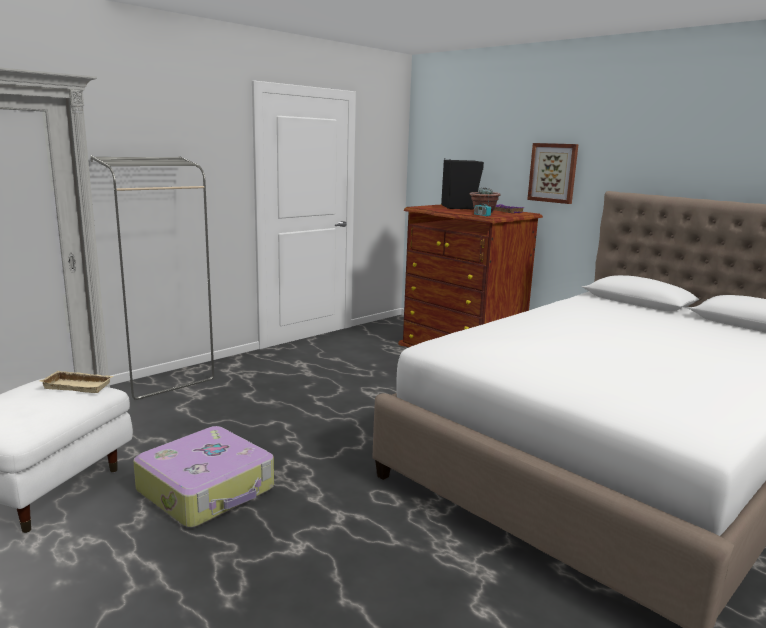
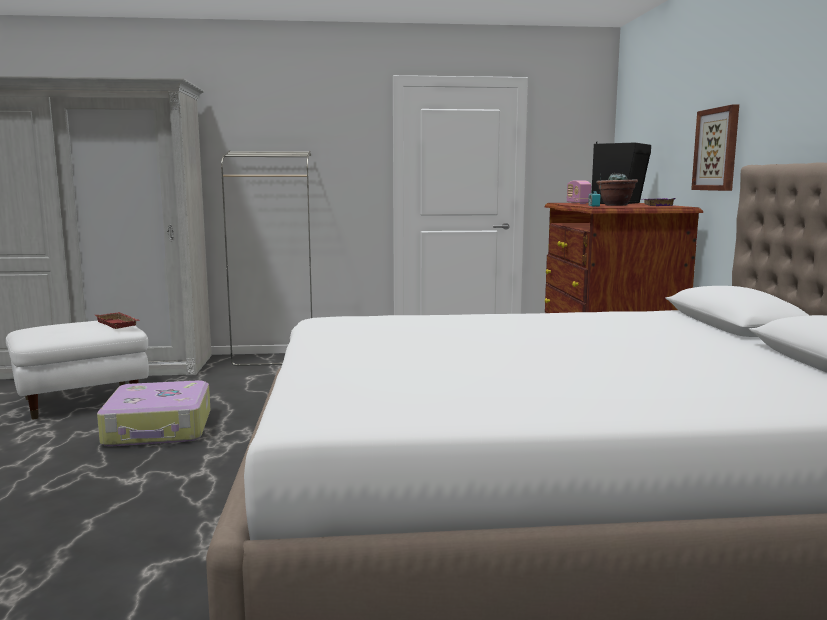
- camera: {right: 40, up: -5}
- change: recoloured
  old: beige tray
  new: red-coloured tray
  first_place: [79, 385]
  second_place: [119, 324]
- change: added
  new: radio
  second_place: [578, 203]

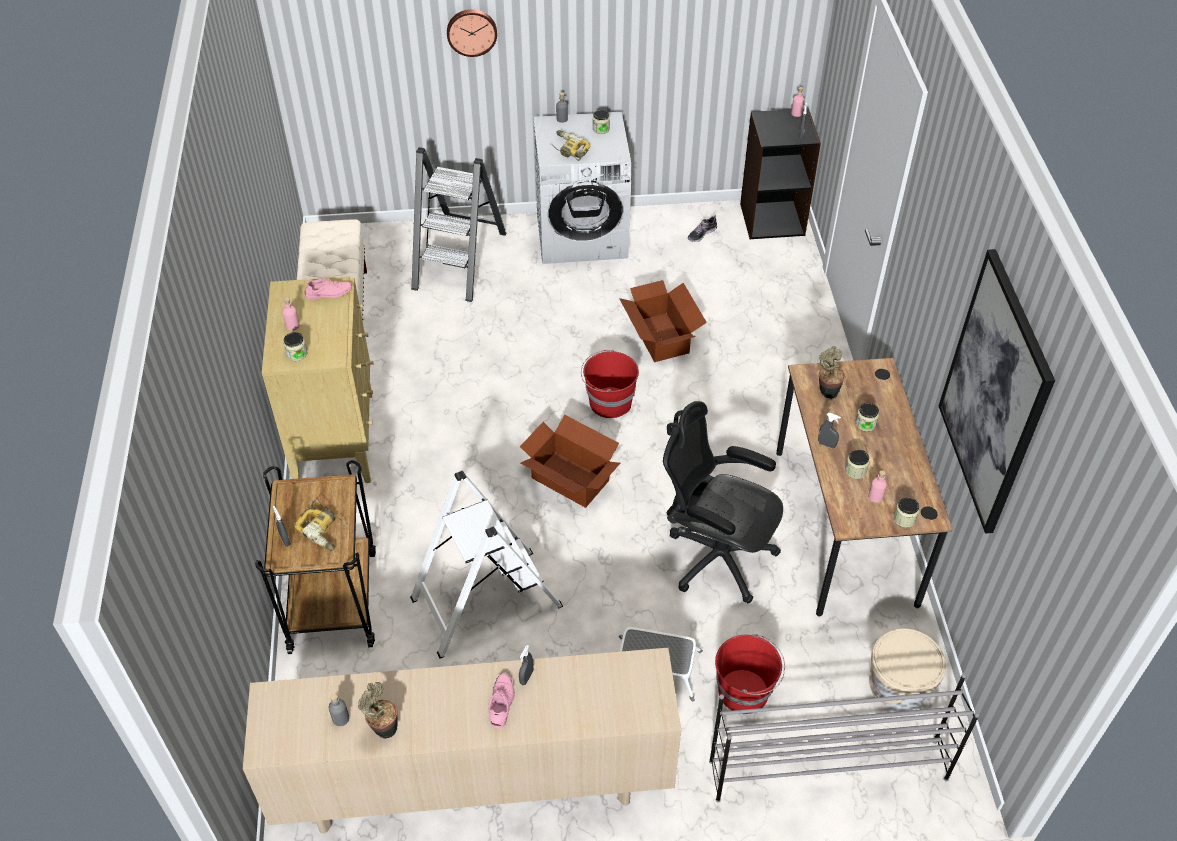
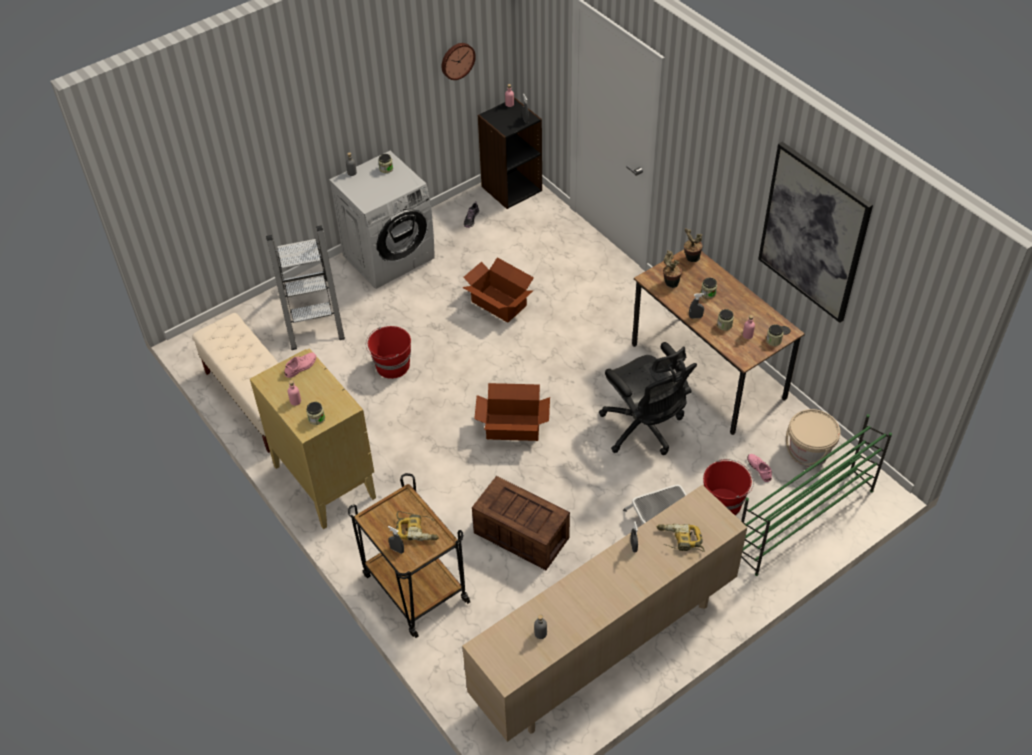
- camera: {right: -30, up: 0}
- change: moved
  old: red-coloured pail
  first_place: [609, 402]
  second_place: [392, 366]
- change: moved
  old: wall clock
  first_place: [471, 31]
  second_place: [457, 60]
- change: replaced
  old: whitish step ladder
  new: crate
  first_place: [484, 602]
  second_place: [520, 534]
- change: turned
  old: office chair
  first_place: [715, 555]
  second_place: [643, 429]
  degrees: -120
- change: moved
  old: power drill
  first_place: [568, 149]
  second_place: [679, 540]
- change: moved
  old: potted plant
  first_place: [383, 728]
  second_place: [690, 258]
- change: recoloured
  old: grey shoe stand
  new: greenish shoe stand
  first_place: [826, 769]
  second_place: [804, 522]
- change: moved
  old: pinkish item of footwear
  first_place: [501, 702]
  second_place: [759, 469]

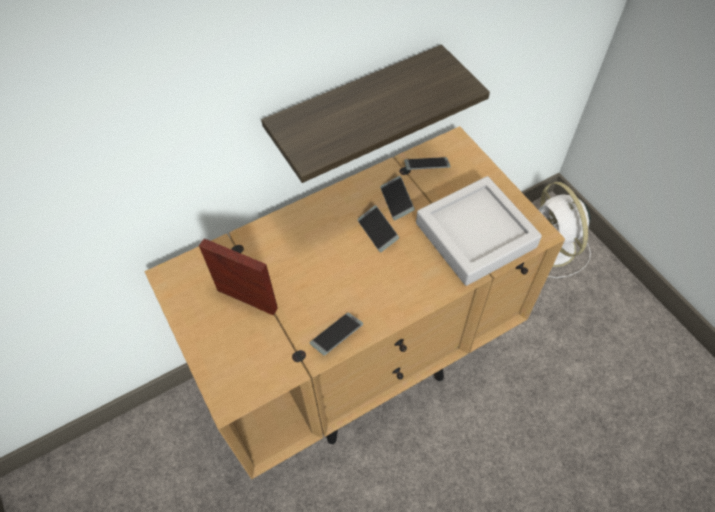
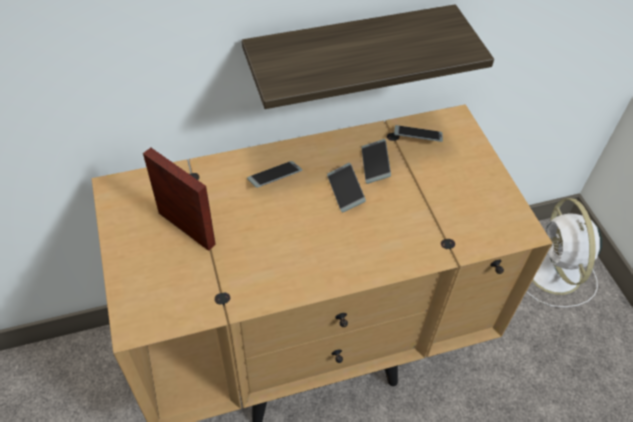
- camera: {right: 10, up: -5}
- change: moved
  old: phone
  first_place: [336, 336]
  second_place: [274, 178]
- change: removed
  old: grey tray
  first_place: [475, 235]

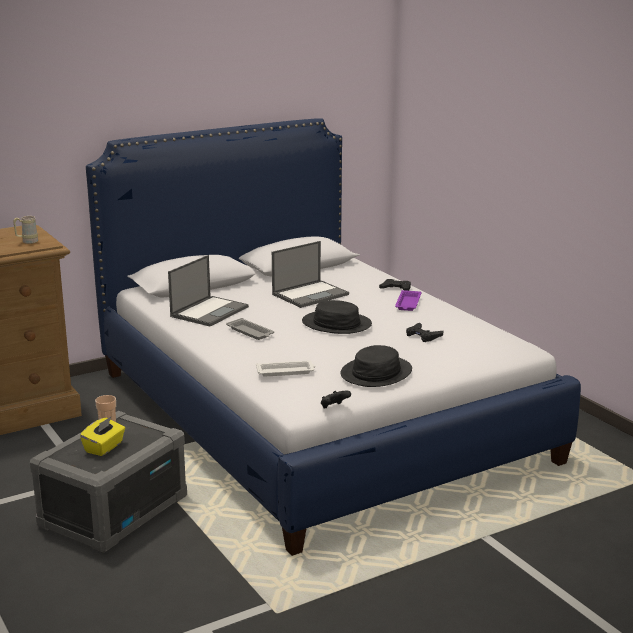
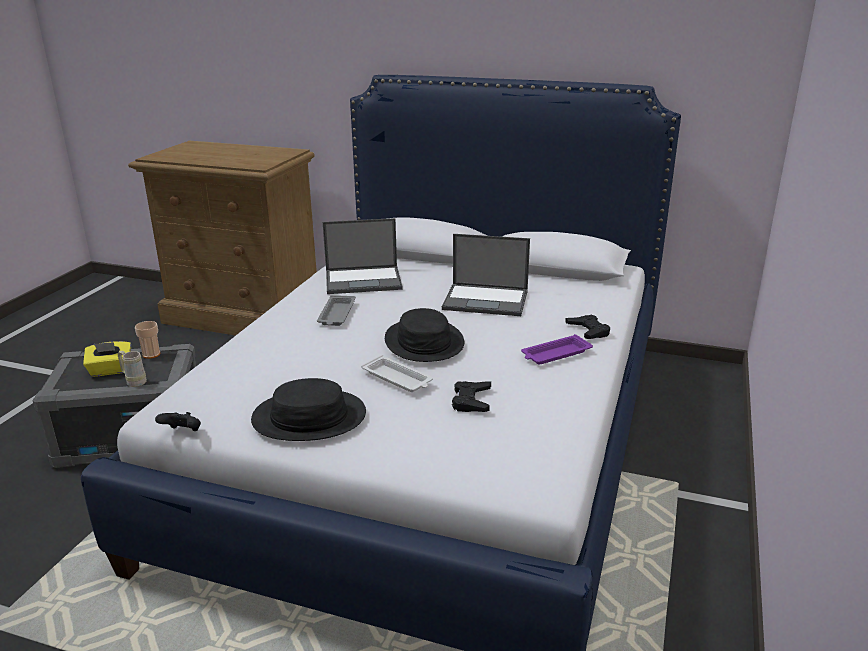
- camera: {right: 50, up: 5}
- change: moved
  old: beige tea mug
  first_place: [27, 242]
  second_place: [134, 381]
- change: moved
  old: whitish tray
  first_place: [286, 371]
  second_place: [398, 379]

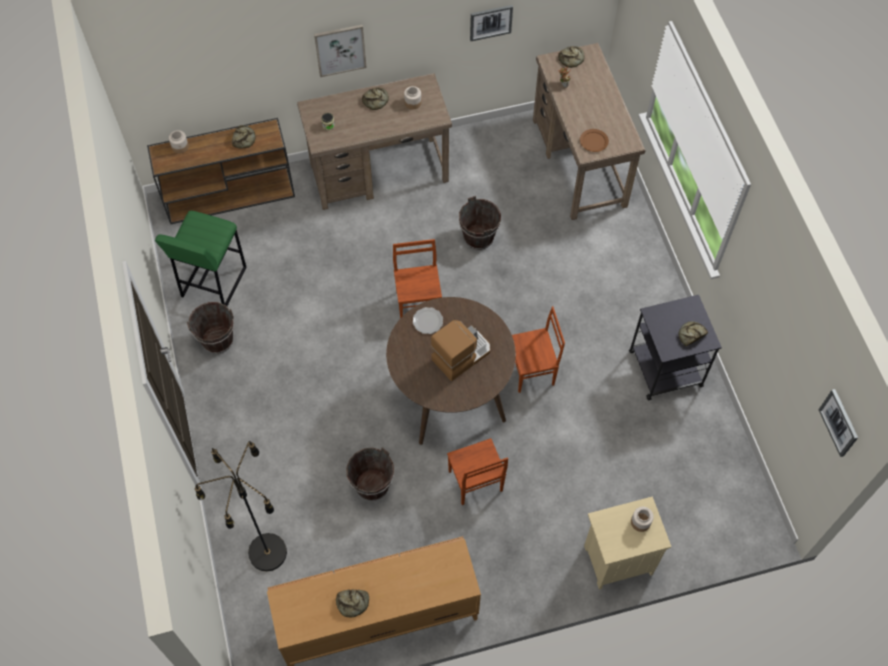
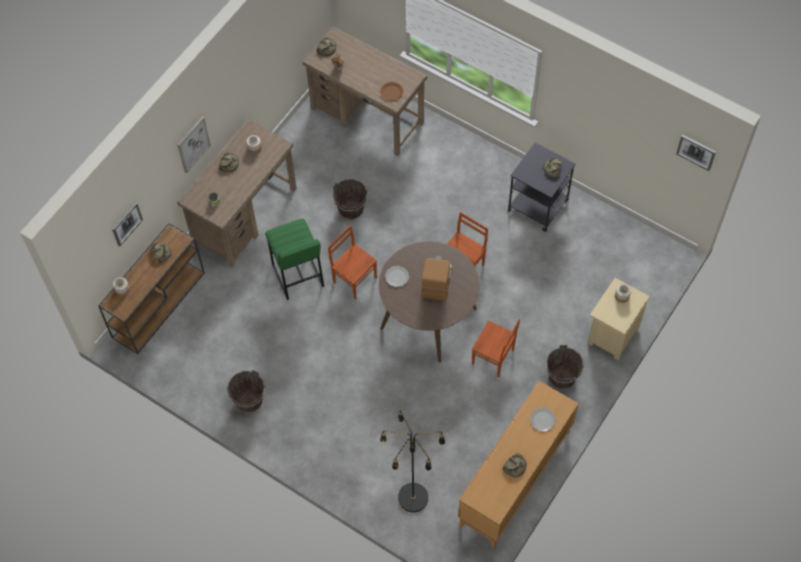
- camera: {right: -40, up: 0}
- change: moved
  old: wall picture
  first_place: [490, 22]
  second_place: [126, 223]
- change: moved
  old: greenish sitting stool
  first_place: [213, 283]
  second_place: [298, 276]
- change: added
  new: flat dish
  second_place: [542, 419]
- change: moved
  old: brown pail
  first_place: [372, 485]
  second_place: [562, 377]

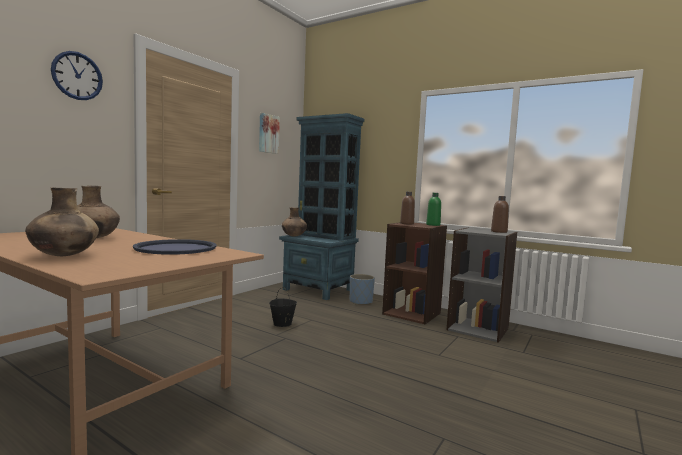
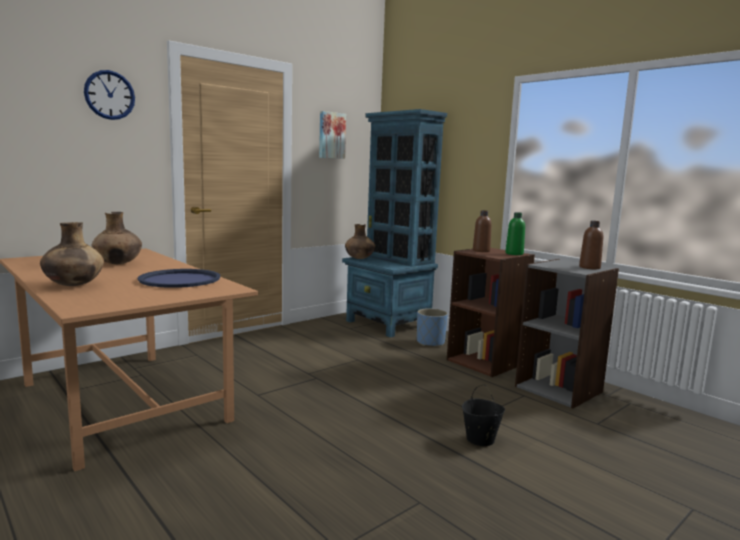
- camera: {right: 15, up: 5}
- change: moved
  old: black pail
  first_place: [282, 324]
  second_place: [480, 439]

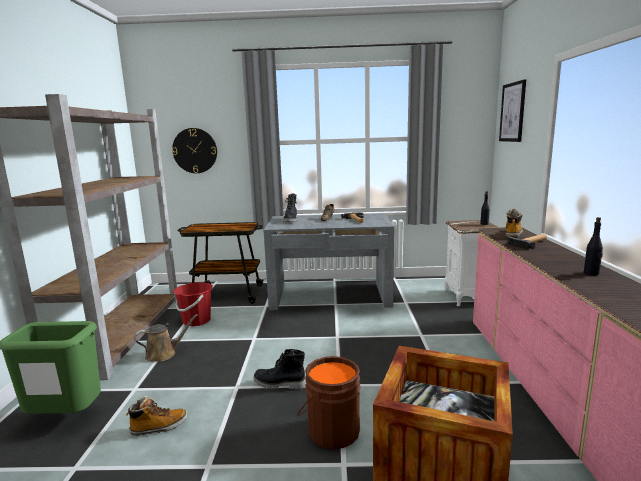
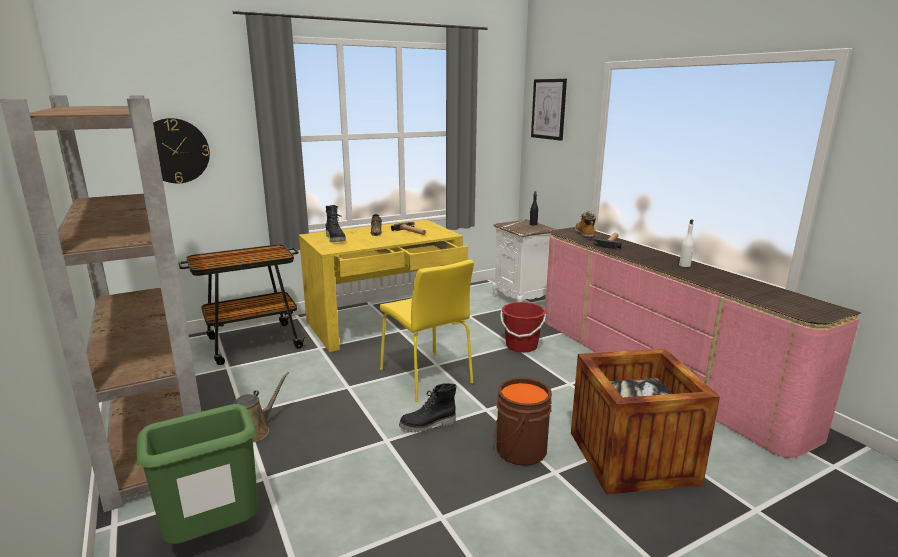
- camera: {right: -30, up: 5}
- change: recoloured
  old: grey desk
  new: yellow-coloured desk
  first_place: [331, 298]
  second_place: [388, 325]
- change: added
  new: yellow-coloured plain chair
  second_place: [428, 377]
- change: moved
  old: red-coloured pail
  first_place: [196, 321]
  second_place: [521, 346]
- change: recoloured
  old: black bottle
  new: whitish bottle
  first_place: [591, 273]
  second_place: [685, 265]
- change: removed
  old: tall boot
  first_place: [159, 427]

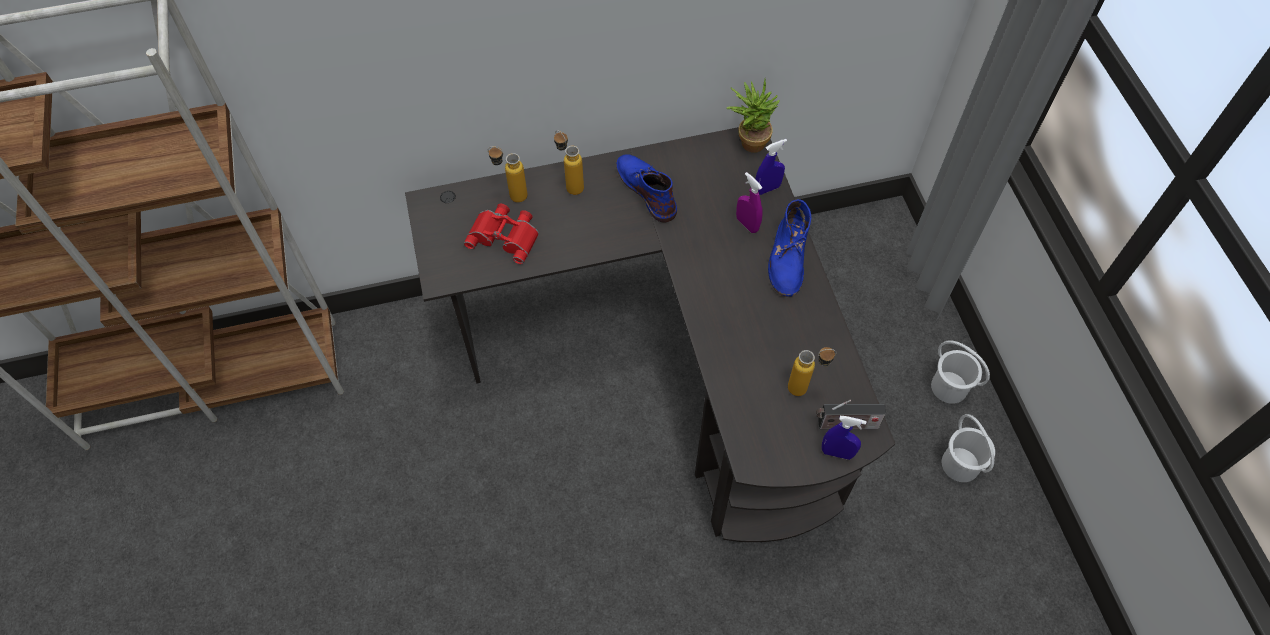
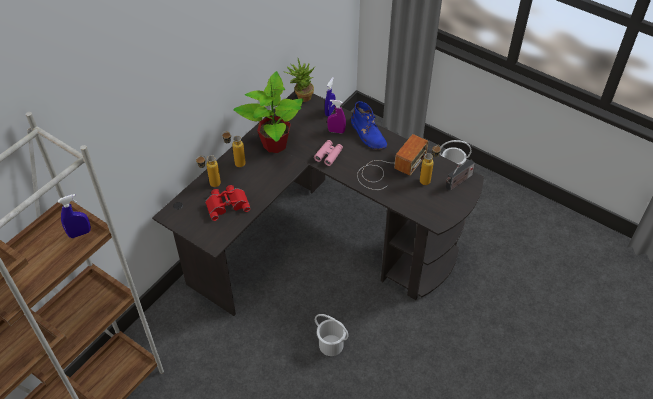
- camera: {right: -40, up: -10}
- change: moved
  old: bluish sprayer
  first_place: [837, 453]
  second_place: [80, 233]
- change: replaced
  old: bluish tall boot
  new: potted plant
  first_place: [646, 189]
  second_place: [275, 144]
- change: added
  new: pinkish field glasses
  second_place: [328, 155]
- change: moved
  old: whitish pail
  first_place: [961, 464]
  second_place: [331, 344]
- change: added
  new: radio
  second_place: [389, 168]

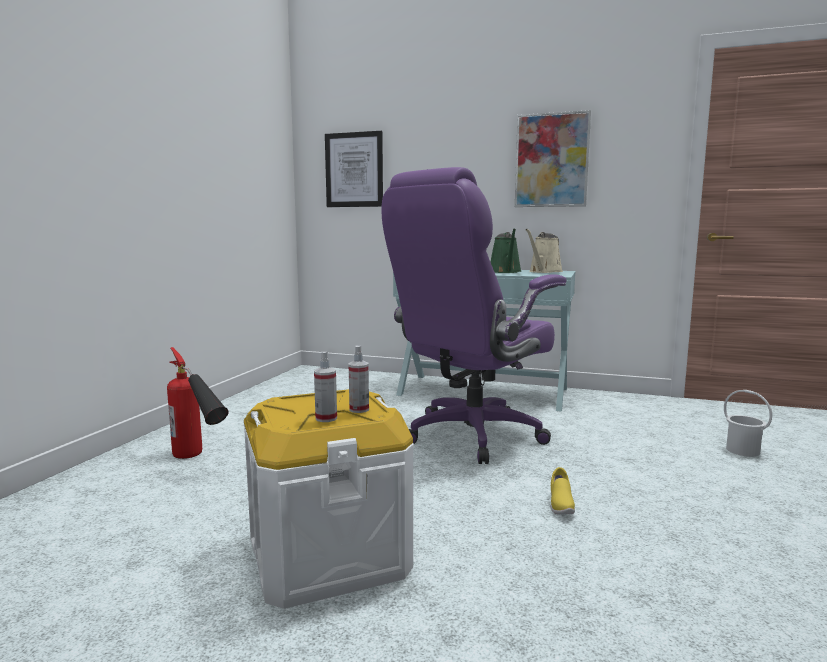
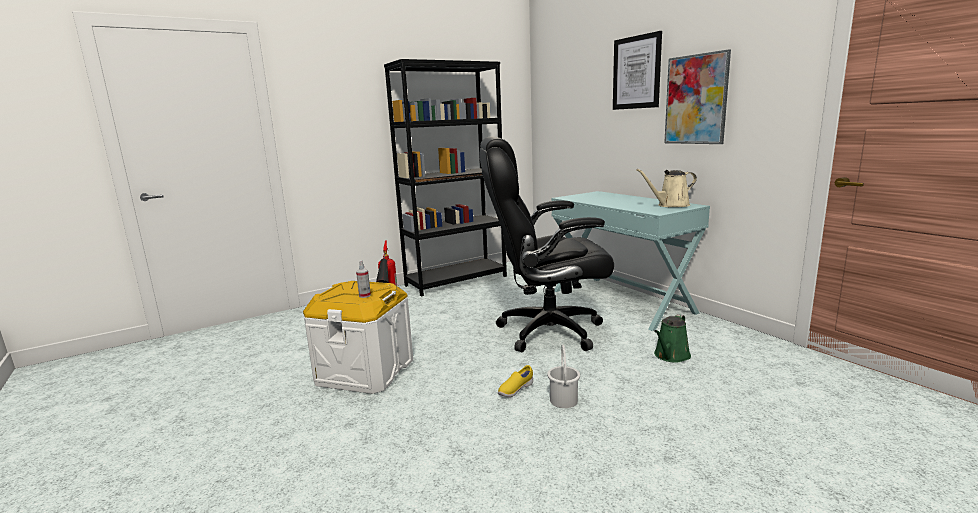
- camera: {right: 40, up: 5}
- change: added
  new: black shelving unit
  second_place: [456, 281]
- change: recoloured
  old: purple office chair
  new: black office chair
  first_place: [471, 436]
  second_place: [547, 332]
- change: moved
  old: whitish pail
  first_place: [742, 450]
  second_place: [564, 400]
- change: moved
  old: wall picture
  first_place: [354, 170]
  second_place: [636, 72]
- change: moved
  old: greenish watering can
  first_place: [505, 272]
  second_place: [670, 356]
- change: removed
  old: sprayer
  first_place: [326, 418]

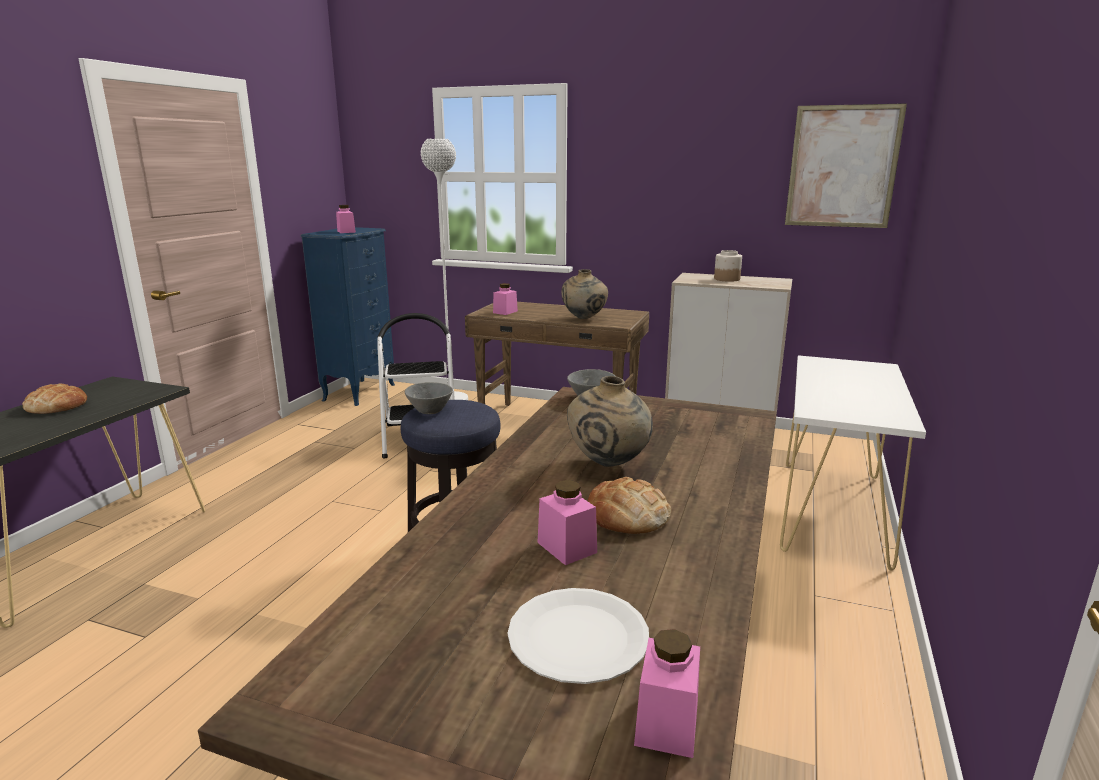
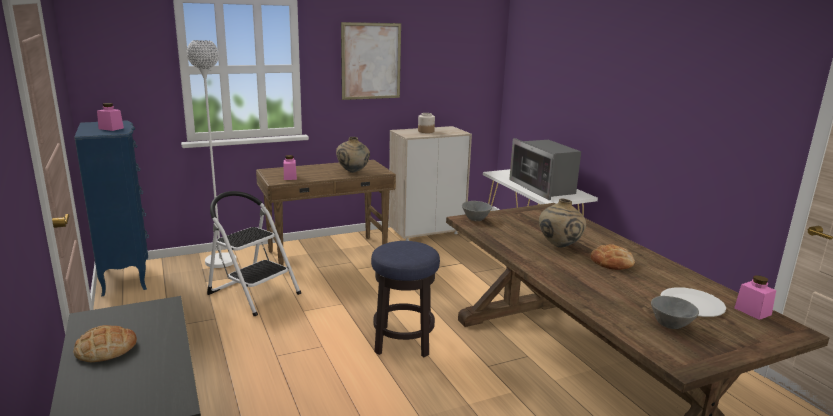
- camera: {right: -45, up: 0}
- change: moved
  old: wall picture
  first_place: [842, 167]
  second_place: [371, 61]
- change: added
  new: kitchen microwave
  second_place: [543, 187]
- change: moved
  old: grey bowl
  first_place: [429, 411]
  second_place: [671, 325]
- change: removed
  old: pinkish preserve jar
  first_place: [567, 547]

